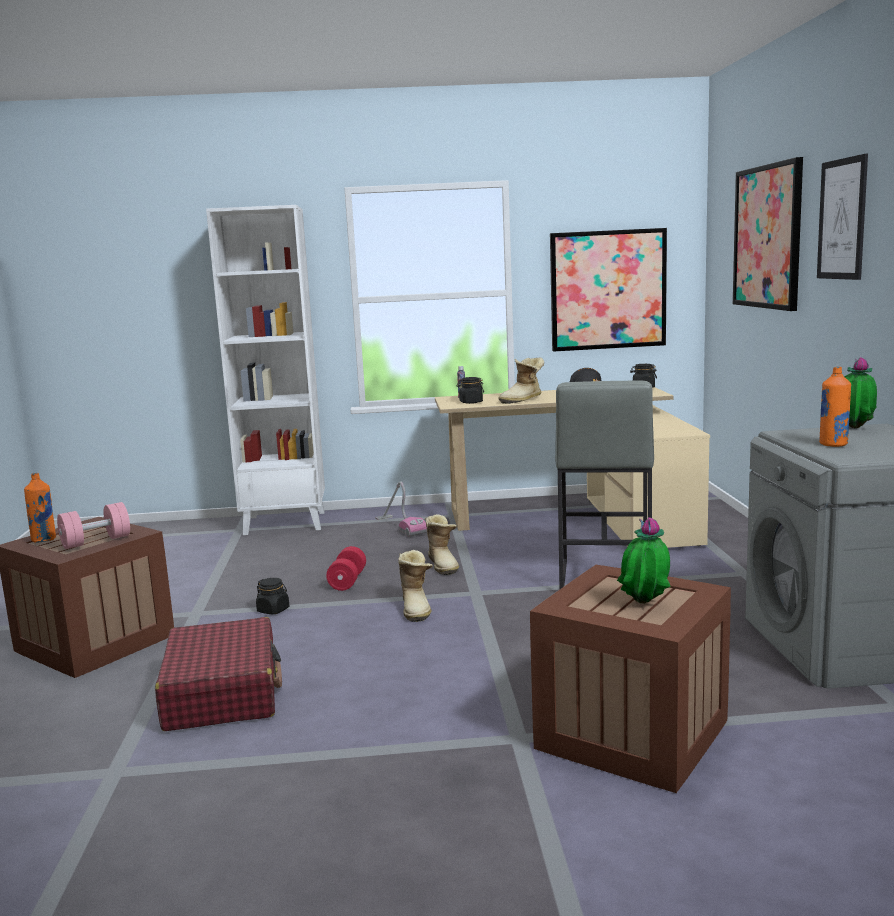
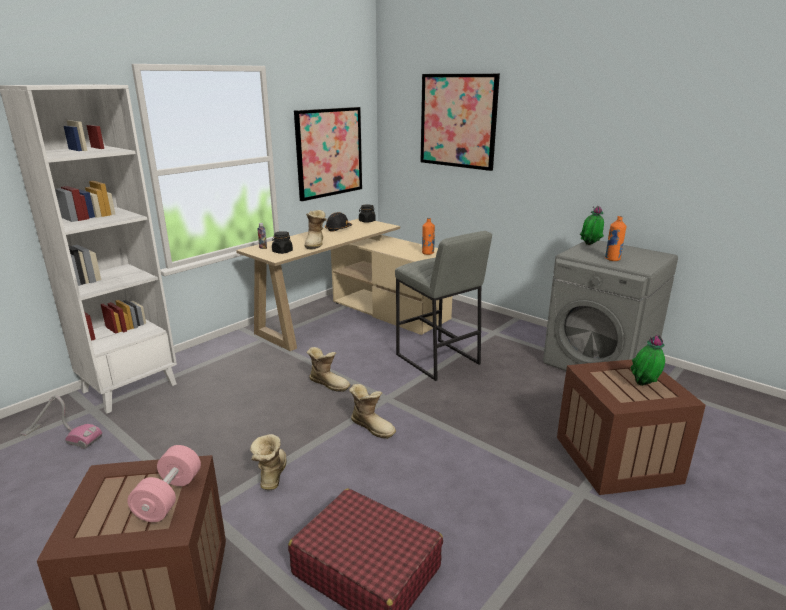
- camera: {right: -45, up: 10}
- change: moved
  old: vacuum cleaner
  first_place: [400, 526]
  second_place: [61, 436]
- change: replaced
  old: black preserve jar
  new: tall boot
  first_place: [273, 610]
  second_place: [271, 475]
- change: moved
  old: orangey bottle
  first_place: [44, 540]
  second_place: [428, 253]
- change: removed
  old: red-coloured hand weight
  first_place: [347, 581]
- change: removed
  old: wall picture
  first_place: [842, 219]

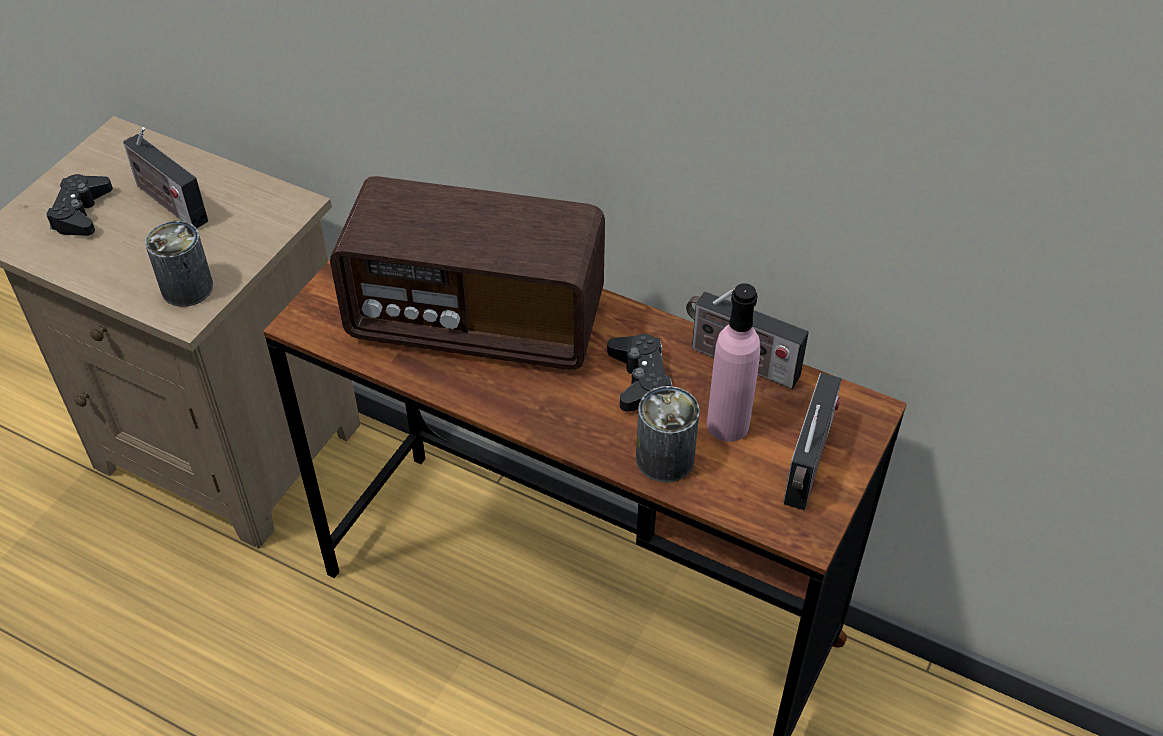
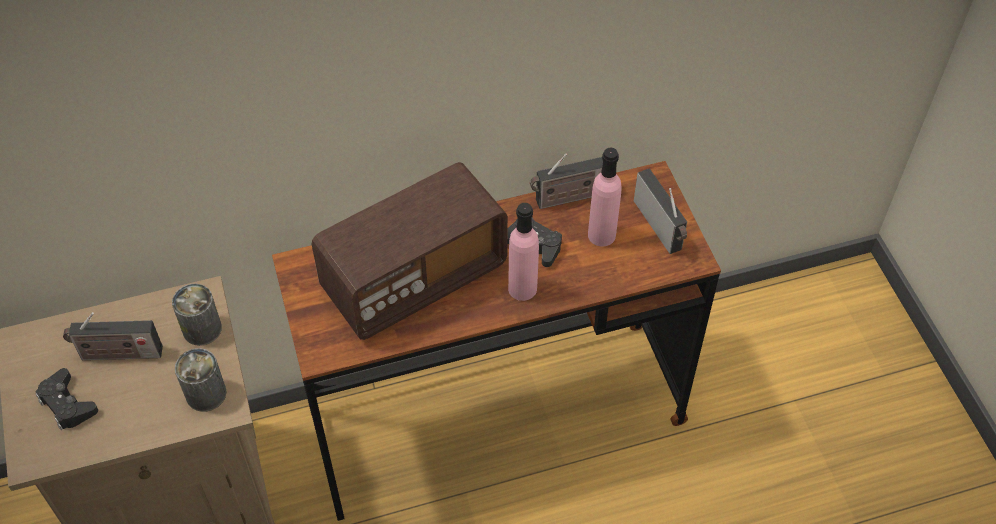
- camera: {right: -45, up: 5}
- change: moved
  old: metal can
  first_place: [665, 458]
  second_place: [202, 329]
- change: added
  new: pinkish bottle
  second_place: [522, 288]

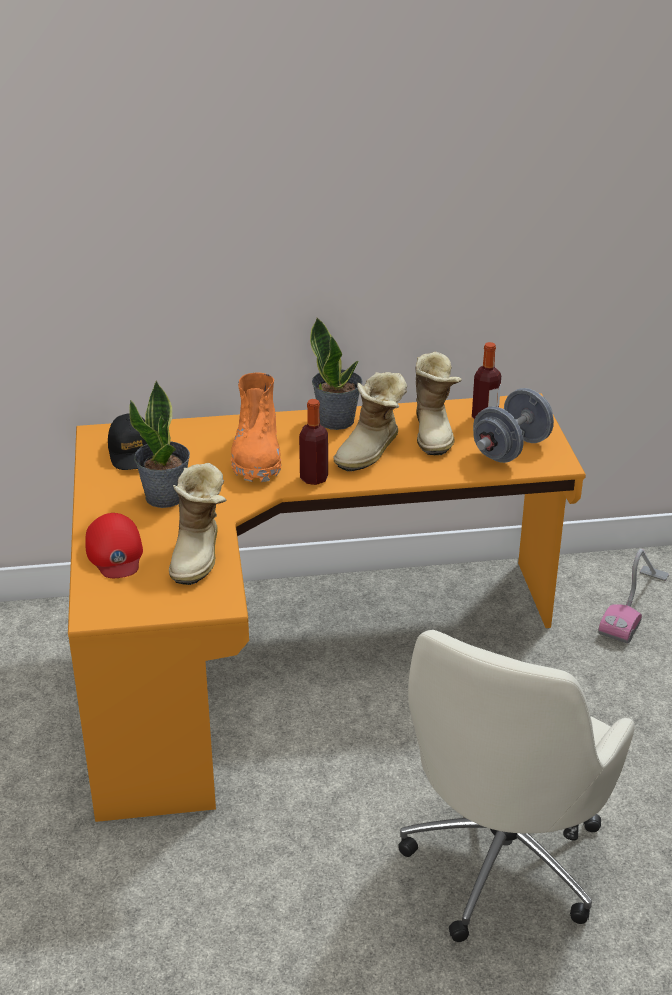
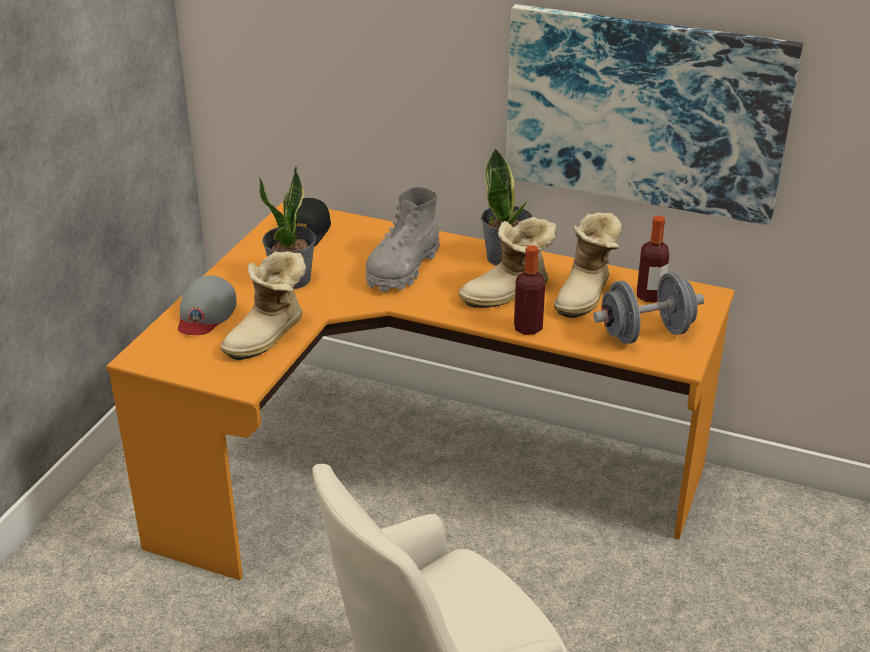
- camera: {right: 30, up: 0}
- change: recoloured
  old: red-coloured cap
  new: grey cap
  first_place: [115, 553]
  second_place: [206, 313]
- change: recoloured
  old: orangey tall boot
  new: grey tall boot
  first_place: [257, 456]
  second_place: [402, 268]
- change: added
  new: wall picture
  second_place: [644, 112]
- change: moved
  old: bottle
  first_place: [314, 478]
  second_place: [528, 328]
- change: removed
  old: vacuum cleaner
  first_place: [634, 606]

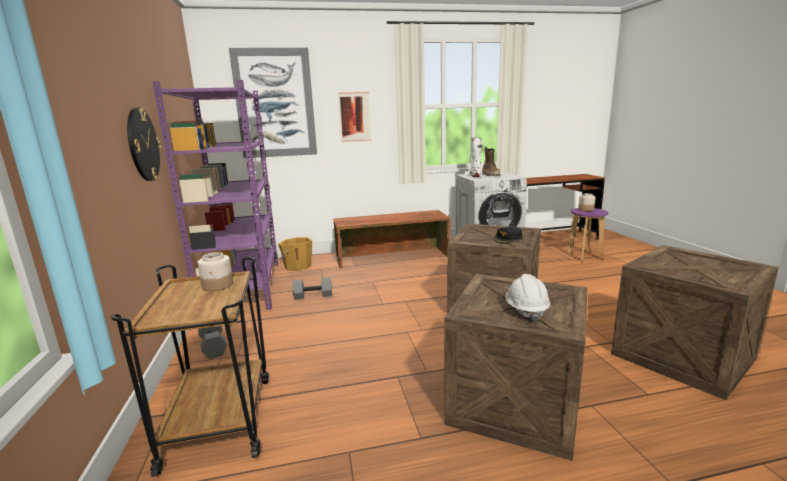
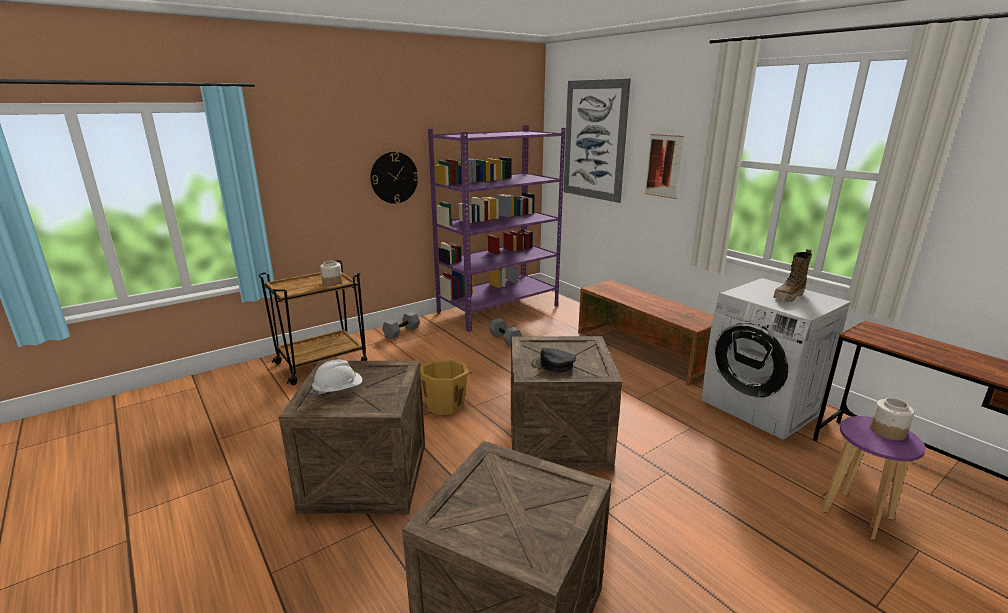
- camera: {right: 65, up: 5}
- change: moved
  old: orangey pail
  first_place: [297, 266]
  second_place: [445, 404]
- change: removed
  old: whitish tall boot
  first_place: [475, 175]

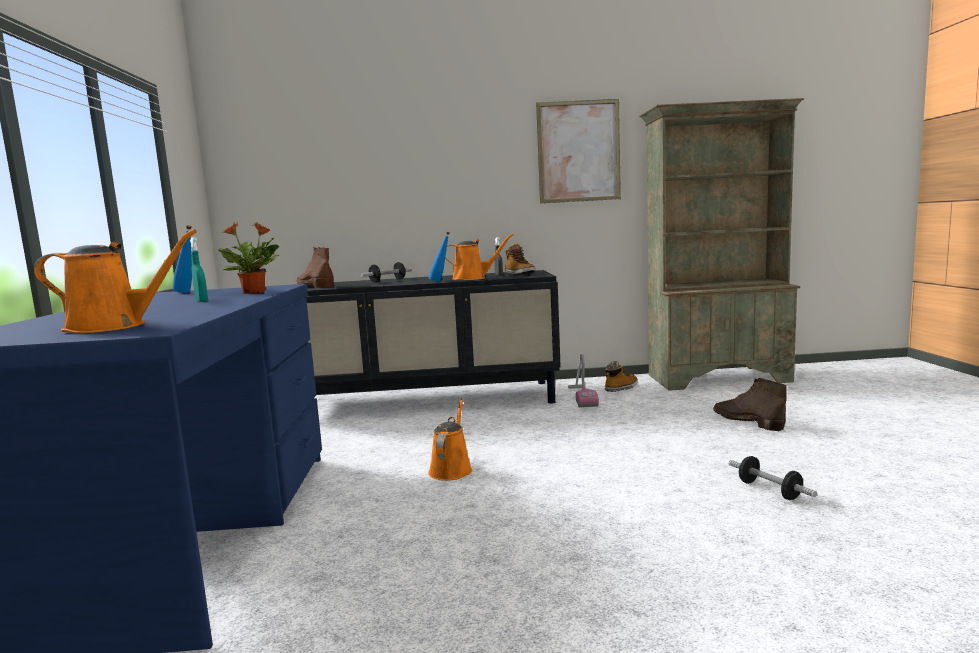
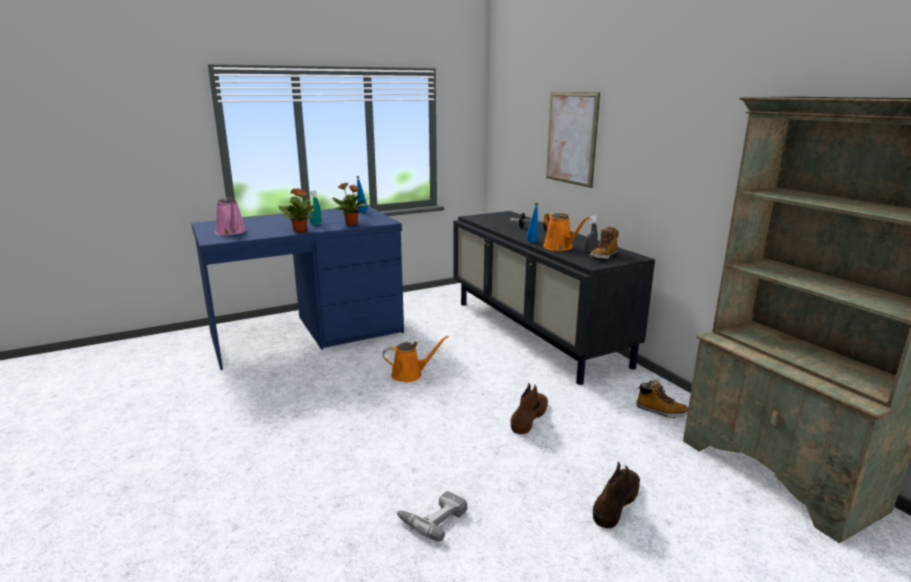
- camera: {right: 65, up: 10}
- change: recoloured
  old: orangey watering can
  new: pinkish watering can
  first_place: [113, 326]
  second_place: [231, 232]
- change: added
  new: potted plant
  second_place: [300, 231]
- change: replaced
  old: hand weight
  new: power drill
  first_place: [769, 490]
  second_place: [432, 518]
- change: moved
  old: brown tall boot
  first_place: [314, 286]
  second_place: [529, 416]
- change: moved
  old: wall picture
  first_place: [578, 151]
  second_place: [571, 138]
- change: removed
  old: vacuum cleaner
  first_place: [582, 397]

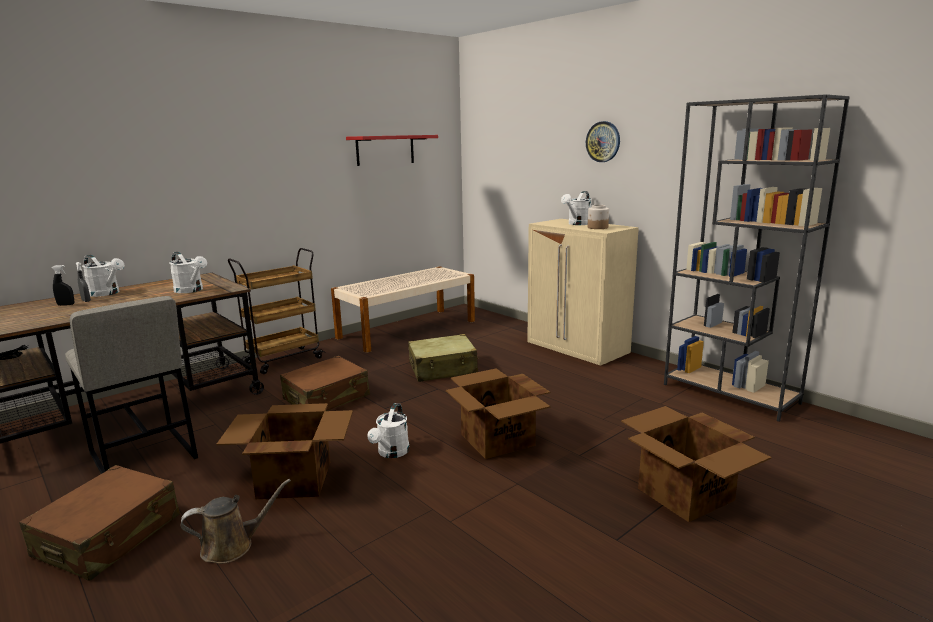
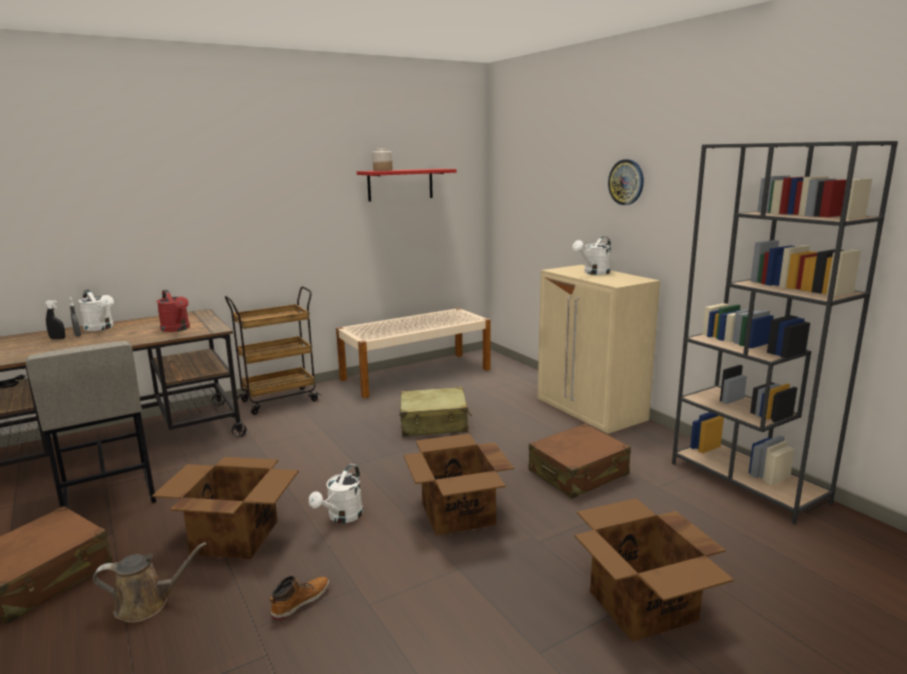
- camera: {right: 10, up: 0}
- change: recoloured
  old: whitish watering can
  new: red-coloured watering can
  first_place: [191, 290]
  second_place: [177, 329]
- change: added
  new: tall boot
  second_place: [300, 601]
- change: moved
  old: preserve jar
  first_place: [597, 227]
  second_place: [382, 170]
- change: moved
  old: brown piece of luggage
  first_place: [327, 398]
  second_place: [578, 473]

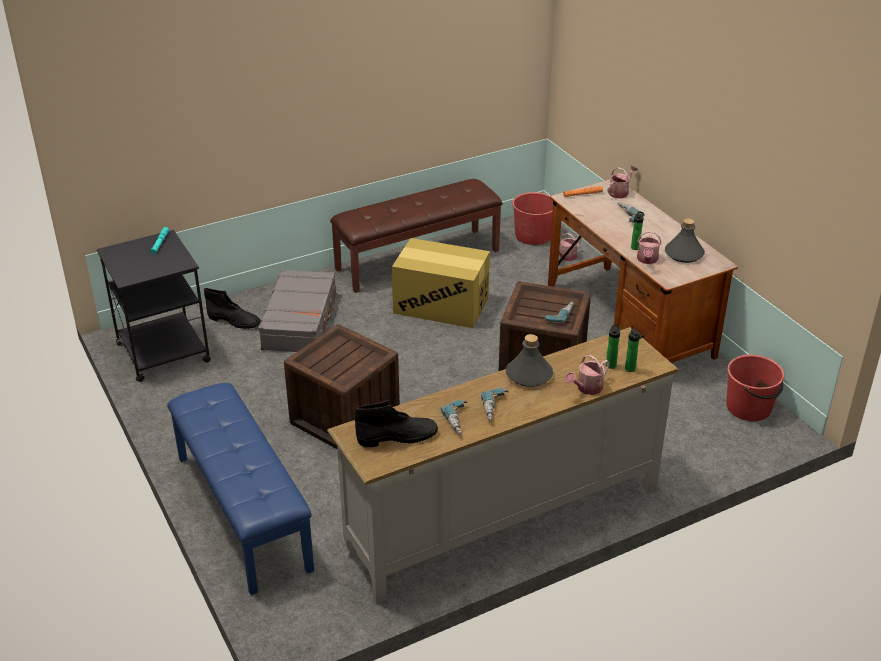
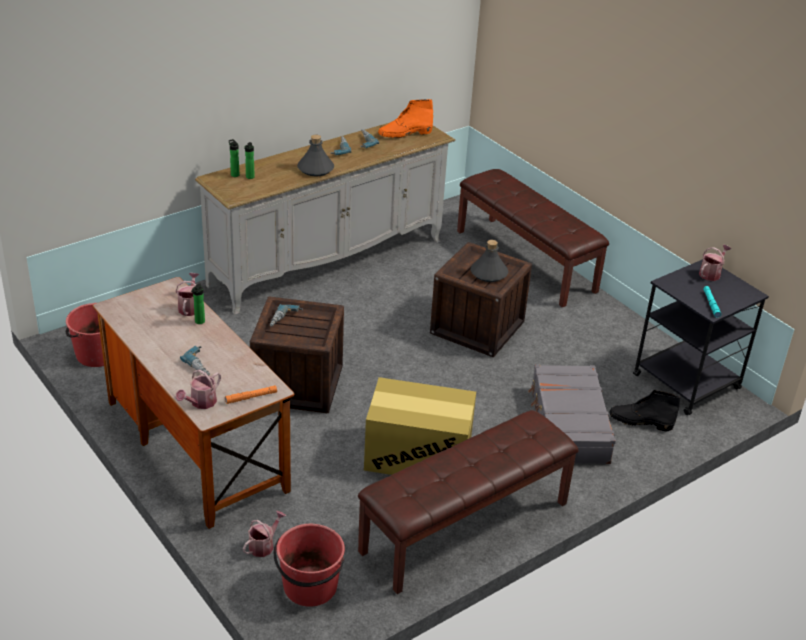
- camera: {right: 170, up: 0}
- change: recoloured
  old: black tall boot
  new: orangey tall boot
  first_place: [398, 437]
  second_place: [404, 134]
- change: recoloured
  old: bluish bench
  new: brown bench
  first_place: [241, 512]
  second_place: [526, 260]
- change: moved
  old: grey bottle
  first_place: [684, 254]
  second_place: [488, 273]
- change: moved
  old: watering can
  first_place: [587, 388]
  second_place: [711, 273]

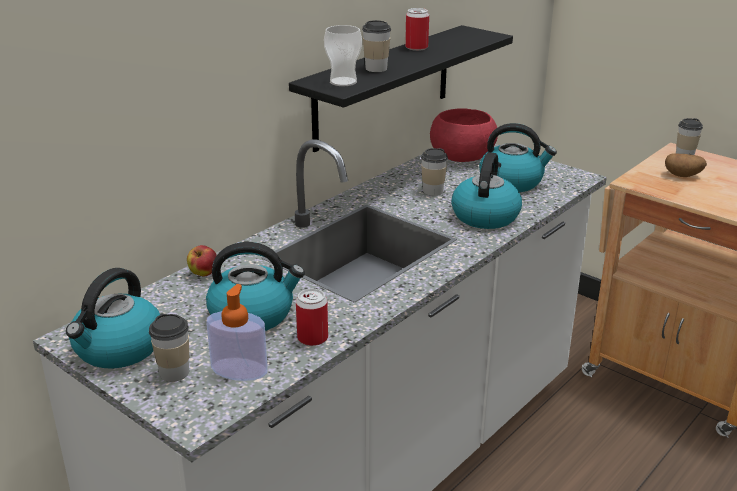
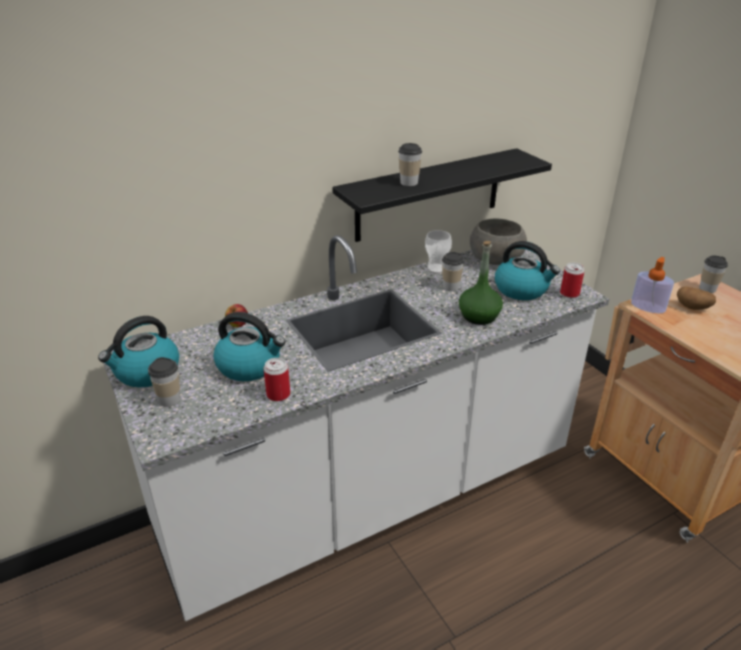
- camera: {right: 20, up: 5}
- change: moved
  old: drinking cup
  first_place: [343, 82]
  second_place: [436, 268]
- change: replaced
  old: kettle
  new: greenish bottle
  first_place: [485, 215]
  second_place: [478, 316]
- change: recoloured
  old: red-coloured bowl
  new: grey bowl
  first_place: [462, 156]
  second_place: [496, 259]
- change: moved
  old: metal can
  first_place: [416, 48]
  second_place: [569, 293]
- change: moved
  old: liquid soap bottle
  first_place: [239, 369]
  second_place: [647, 307]

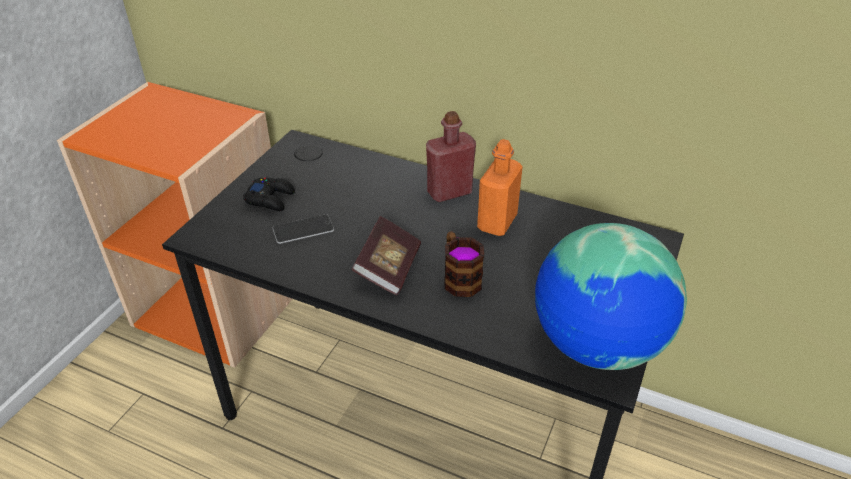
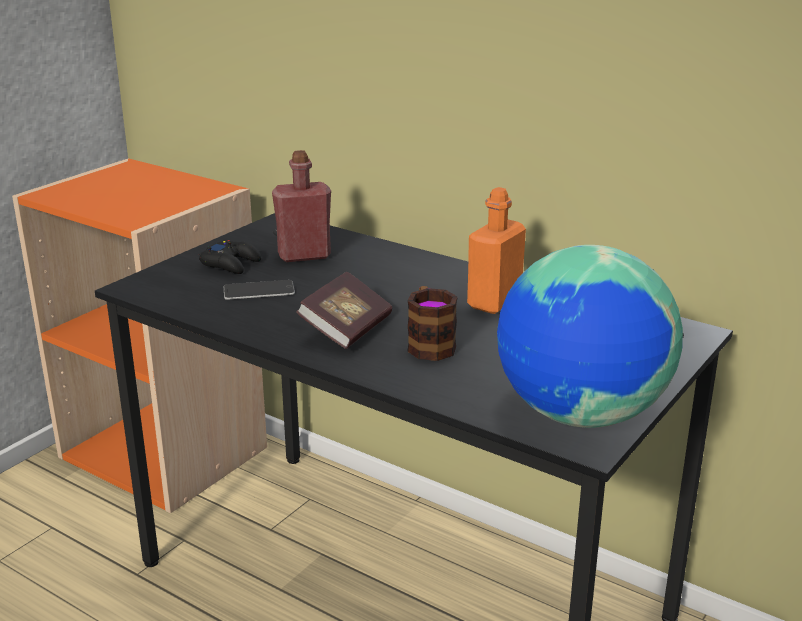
- camera: {right: 10, up: -15}
- change: moved
  old: red-coloured bottle
  first_place: [449, 192]
  second_place: [304, 255]

